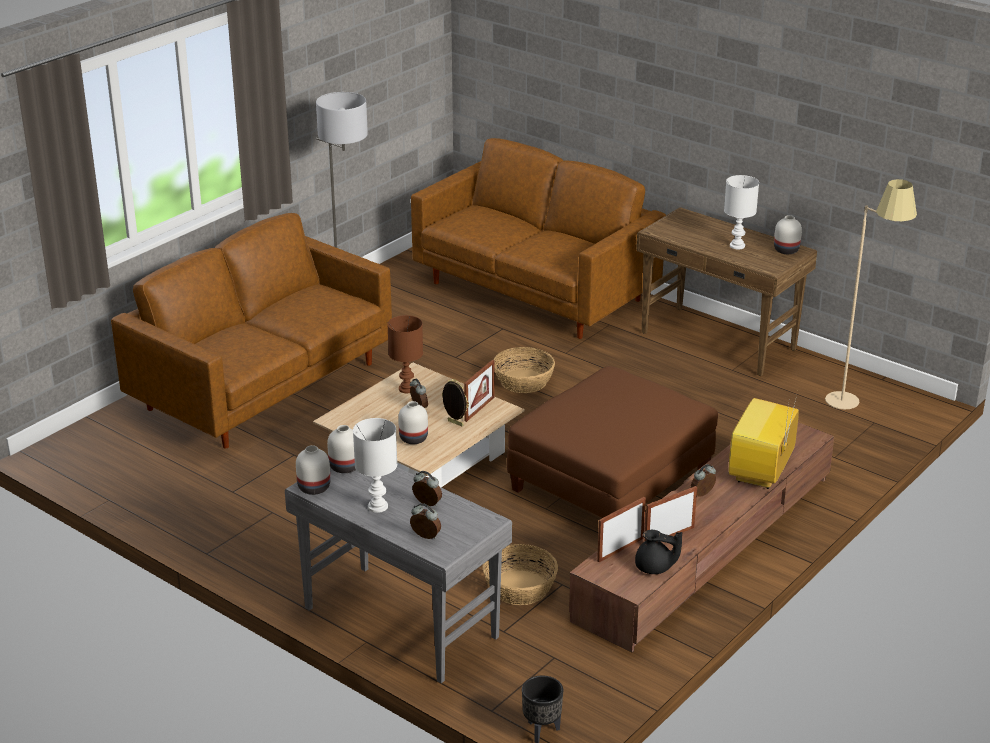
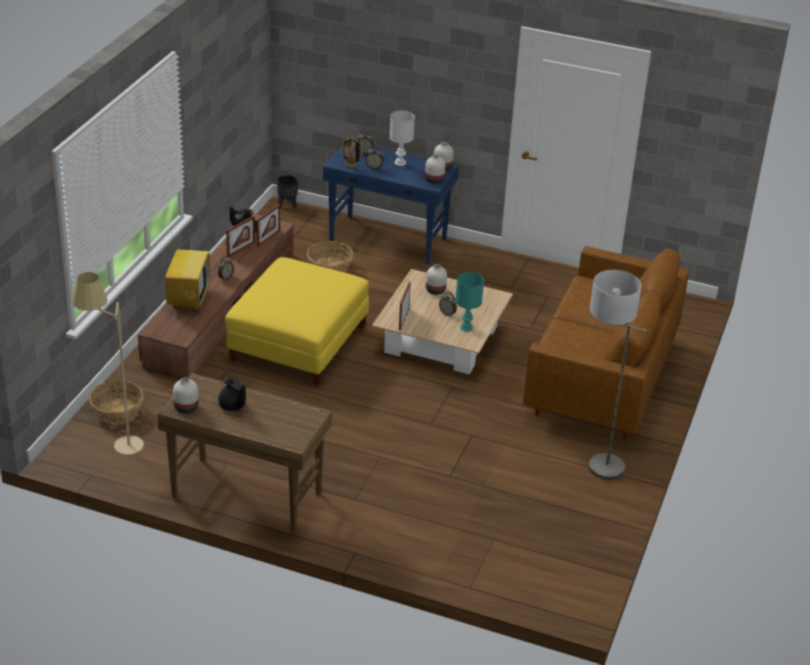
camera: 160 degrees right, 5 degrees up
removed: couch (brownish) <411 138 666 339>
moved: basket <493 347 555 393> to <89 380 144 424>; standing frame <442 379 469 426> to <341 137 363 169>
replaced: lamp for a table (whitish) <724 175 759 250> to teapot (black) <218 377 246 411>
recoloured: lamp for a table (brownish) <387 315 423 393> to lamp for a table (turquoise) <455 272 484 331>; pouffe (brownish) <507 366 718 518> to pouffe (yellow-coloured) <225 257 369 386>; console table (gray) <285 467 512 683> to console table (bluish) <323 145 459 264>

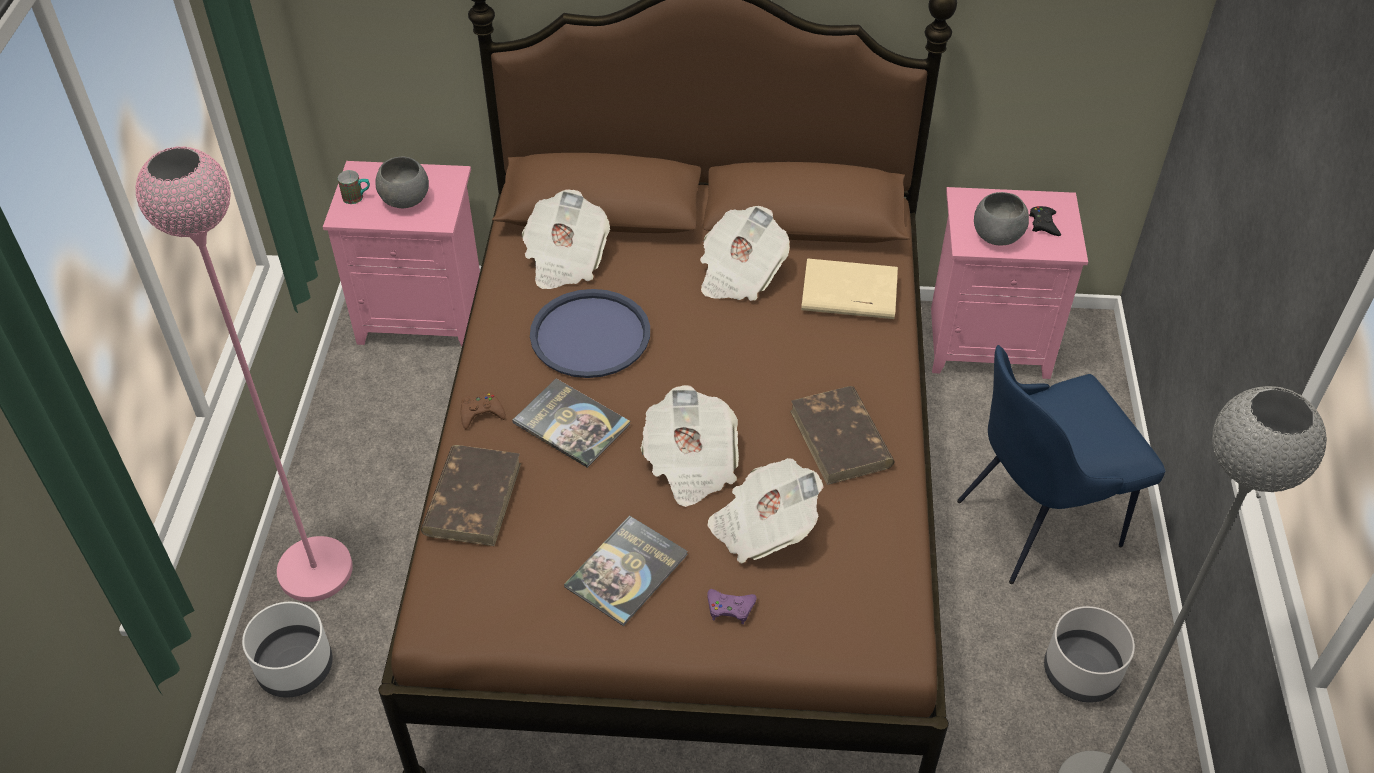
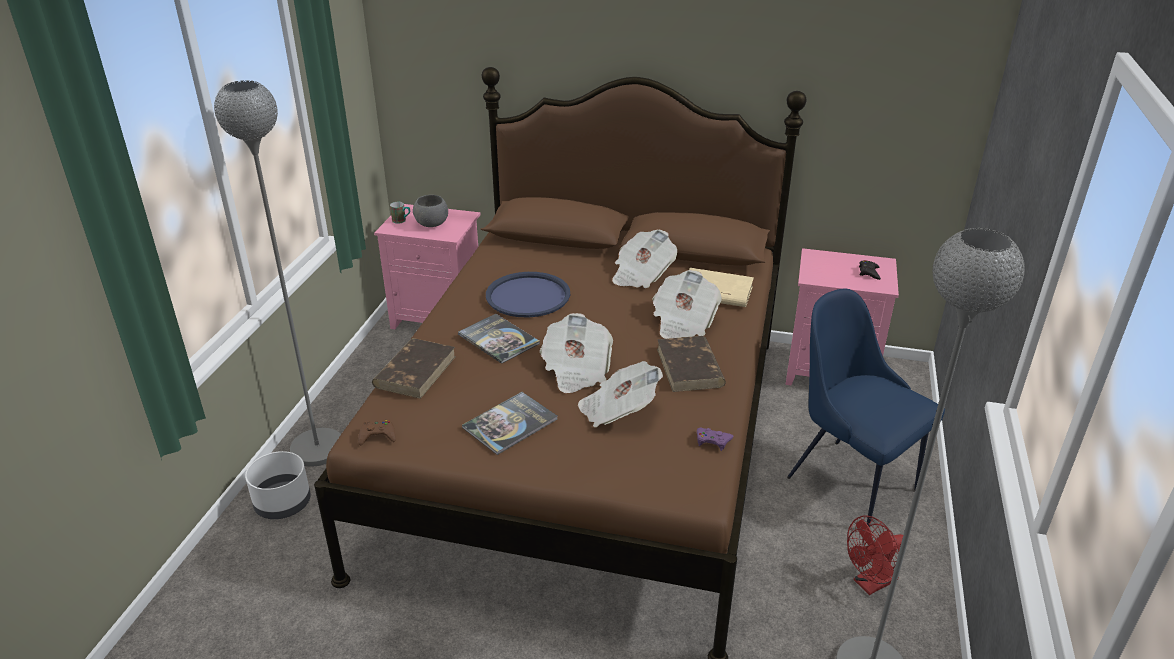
camera: 10 degrees right, 15 degrees down
removed: serving bowl (gray) <974 192 1029 245>
moved: printed paper <522 189 610 289> to <652 270 722 339>; joypad (brownish) <461 392 506 429> to <358 419 396 445>; joypad (purple-coloured) <707 589 757 624> to <697 428 733 451>
replaced: planter (gray) <1044 606 1135 703> to electric fan (red-coloured) <847 515 903 595>
recoloured: standing lamp (pinkish) <135 146 353 602> to standing lamp (gray) <214 80 341 467>
turned: upright chair (bluish) <957 345 1165 584> = <787 289 945 528> 60 degrees clockwise

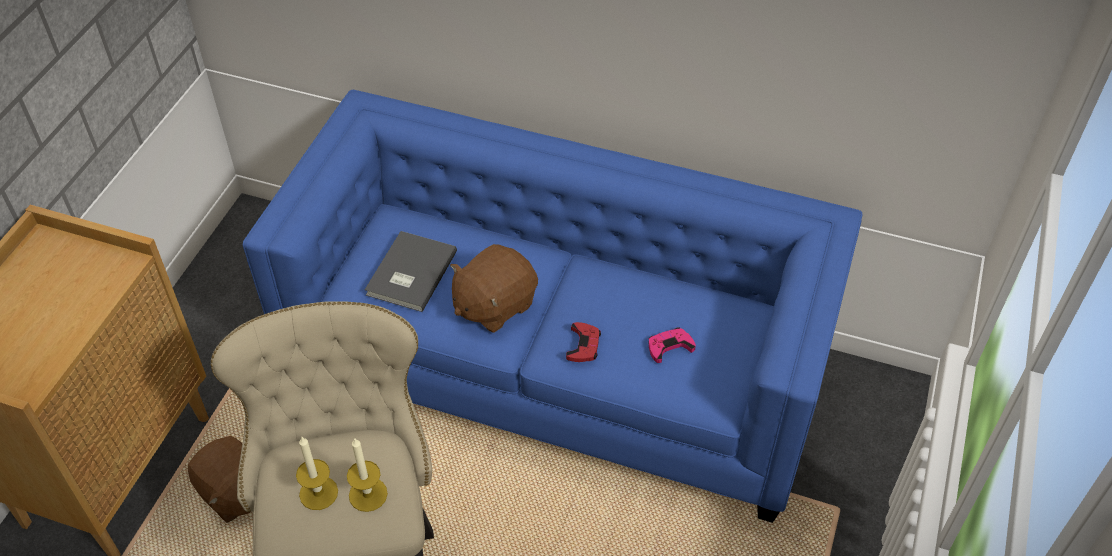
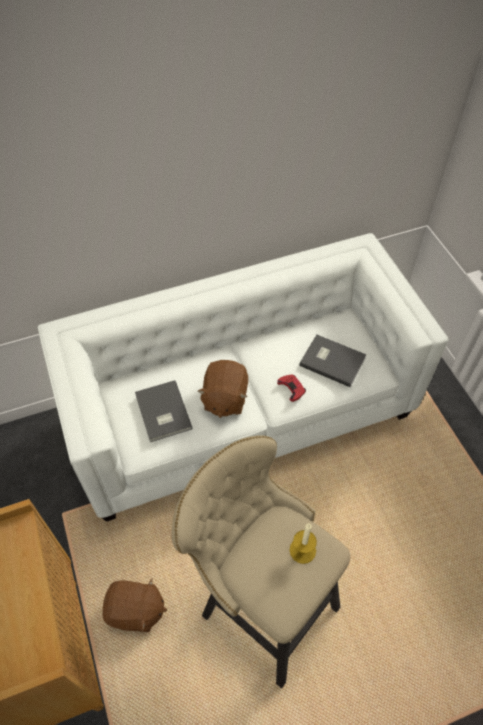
camera: 40 degrees left, 5 degrees up
removed: wax light <296 437 338 510>
replaced: joypad (pinkish) <648 328 696 363> to book (gray) <299 334 366 387>
recoloured: couch (bluish) <243 90 863 523> to couch (whitish) <38 233 449 522>

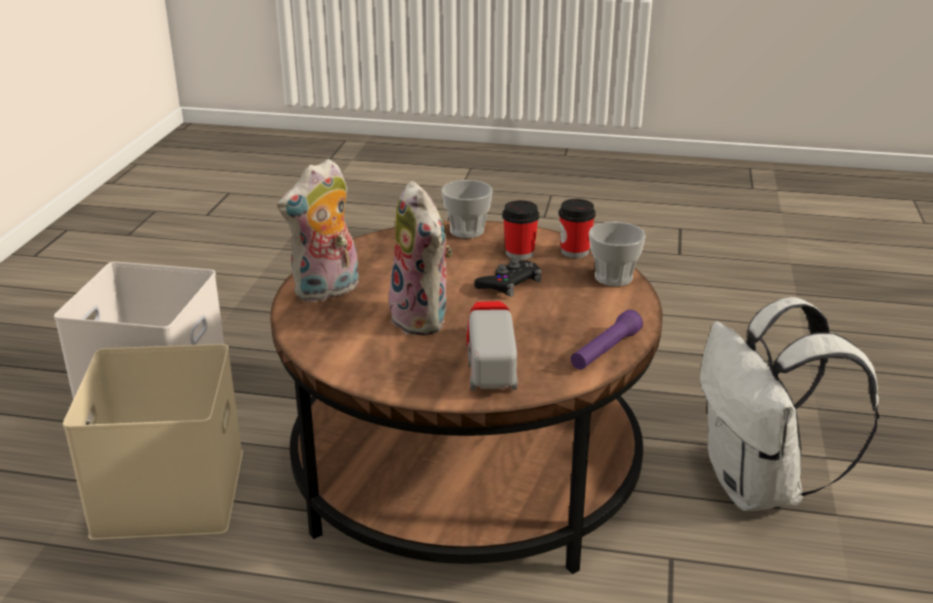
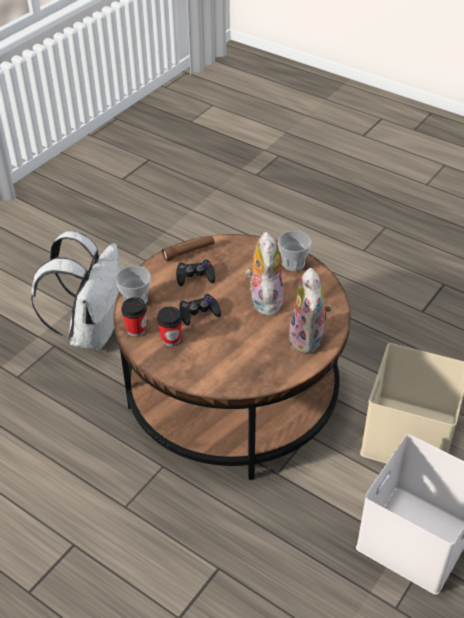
camera: 155 degrees left, 15 degrees up
removed: model truck <466 301 517 391>
added: joypad (black) <176 259 215 286>
moved: small cup <441 180 493 238> to <278 231 312 271>
recoloured: torch (purple-coloured) <571 310 643 370> to torch (brownish) <162 236 215 262>
turned: cuddly toy <277 159 359 302> = <289 268 332 354> 105 degrees clockwise

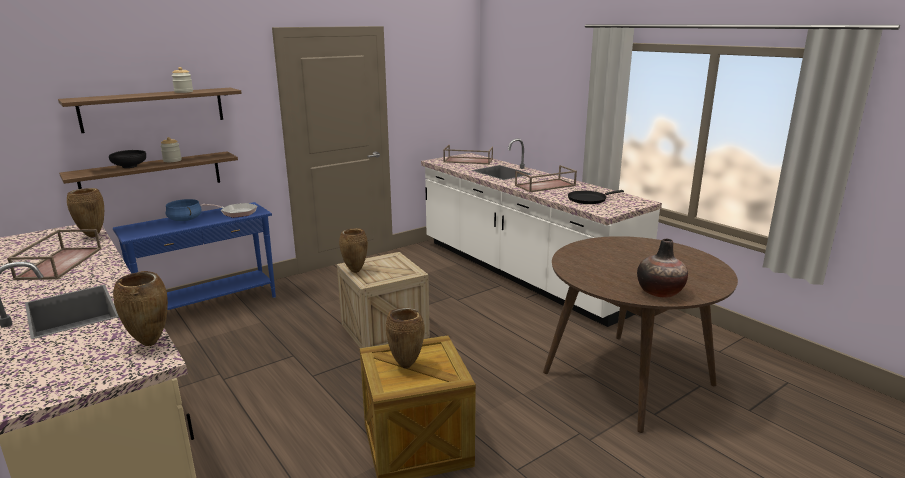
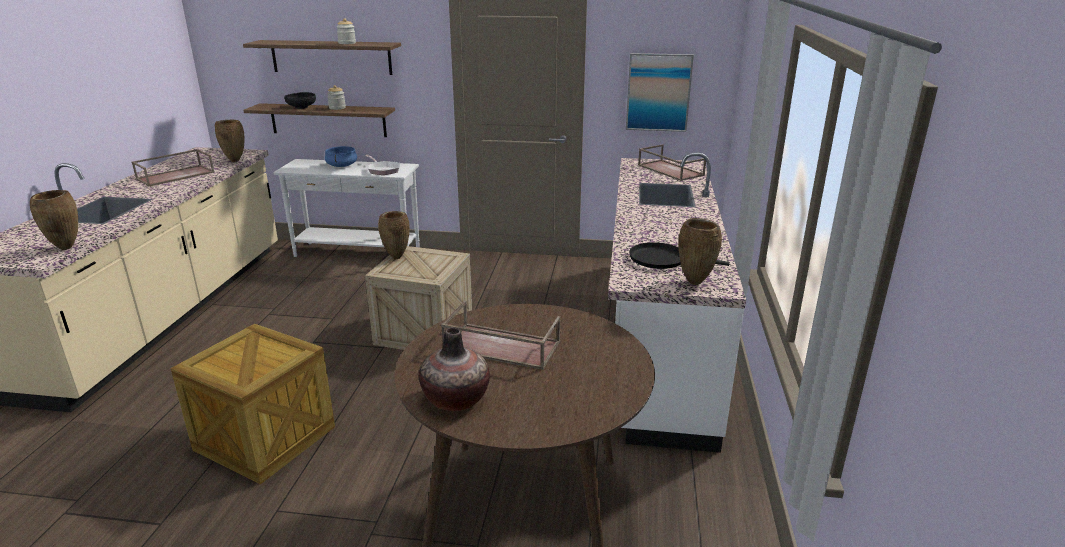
camera: 45 degrees right, 5 degrees up
added: wall art <626 53 694 132>
moved: serving tray (brownish) <515 165 577 192> to <441 301 560 370>; flower vase (brownish) <386 308 424 368> to <678 218 722 285>
recoloured: console table (bluish) <113 202 276 310> to console table (whitish) <273 159 420 257>

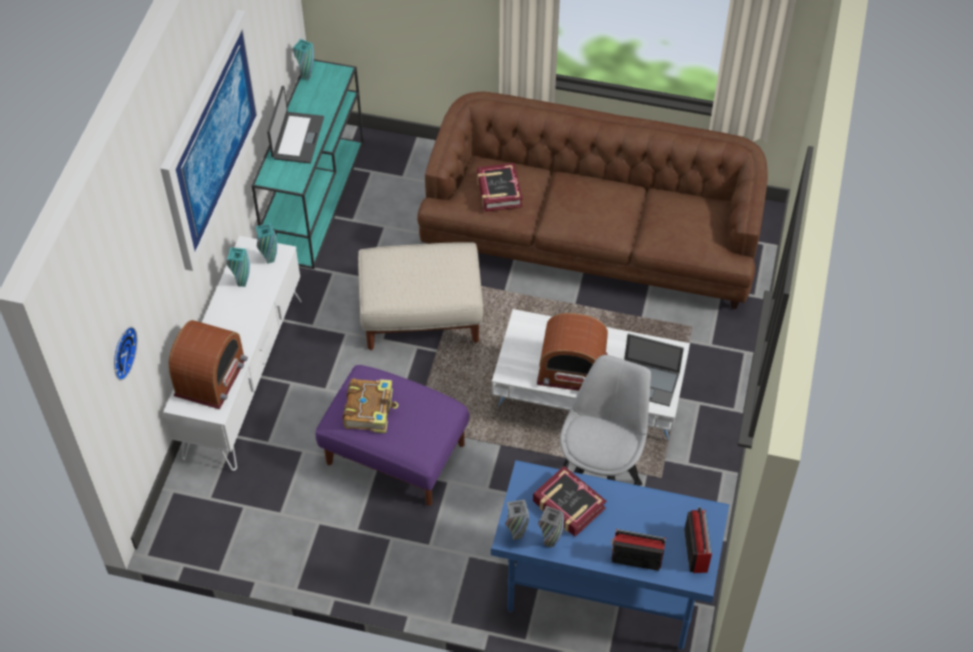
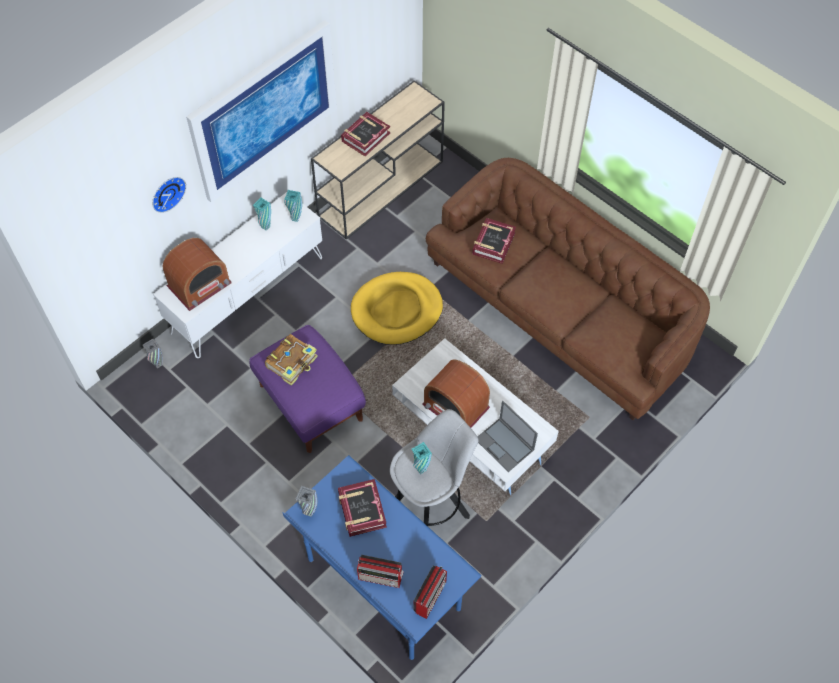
camera: 30 degrees right, 5 degrees up
moved: flower vase (turquoise) <293 39 314 81> to <411 442 432 474>; hanging clock <114 327 138 380> to <152 177 186 213>; flower vase (gray) <538 506 564 548> to <142 339 163 369>
replaced: portable computer <267 86 324 163> to book <341 112 390 156>; pouffe (sand-coloured) <358 242 483 350> to pet bed (yellow-coloured) <351 272 443 345>
recoloured: console table (turquoise) <252 59 364 269> to console table (sand-coloured) <311 80 445 240>
turned: radio <611 529 666 571> = <357 555 404 588> 150 degrees clockwise

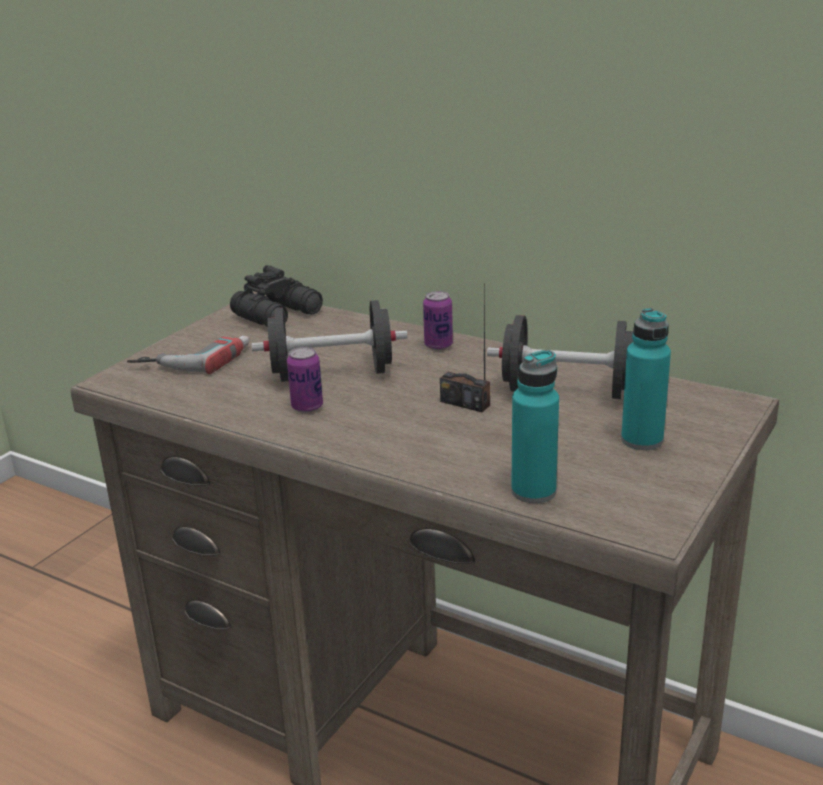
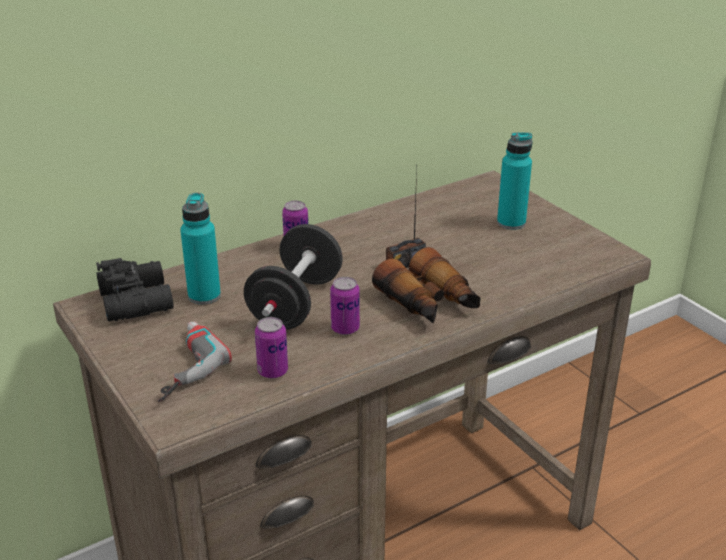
camera: 65 degrees left, 5 degrees up
removed: hand weight (black) <487 315 633 399>
added: pair of binoculars <372 247 480 324>; can <255 317 288 379>
moved: beverage bottle (turquoise) <511 350 559 503> to <180 193 221 305>

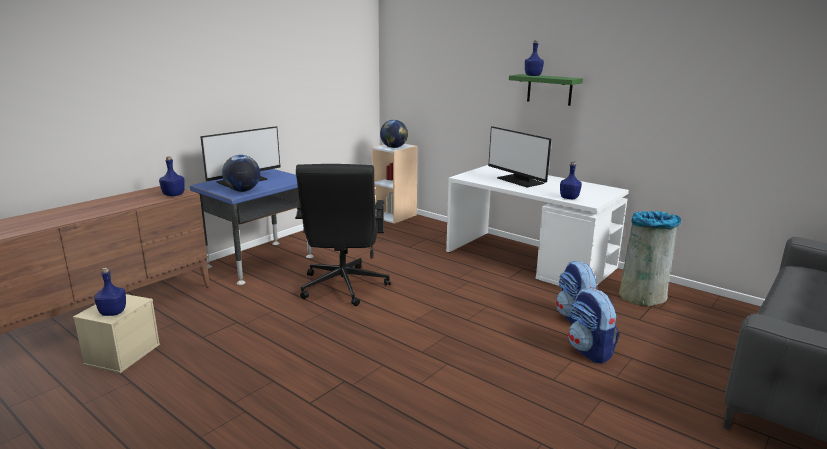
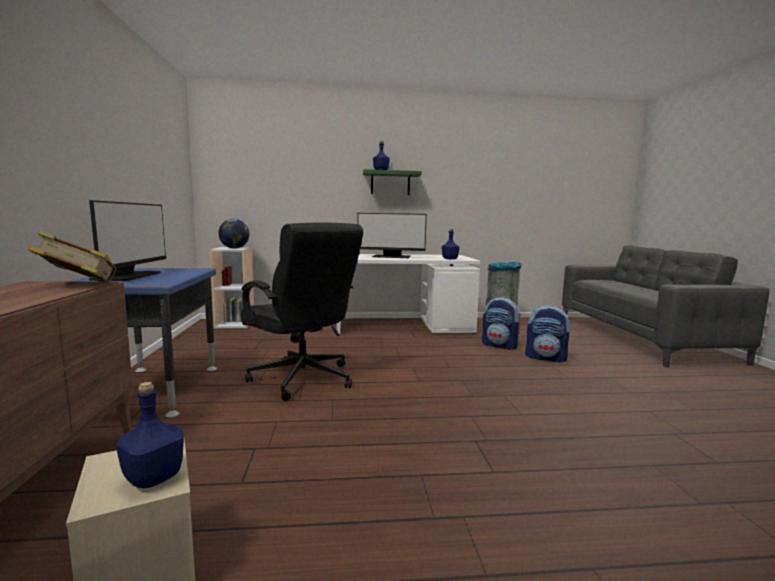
camera: 45 degrees left, 10 degrees down
removed: globe <222 155 260 192>
replaced: beverage bottle (bluish) <159 156 185 196> to book <28 230 116 283>

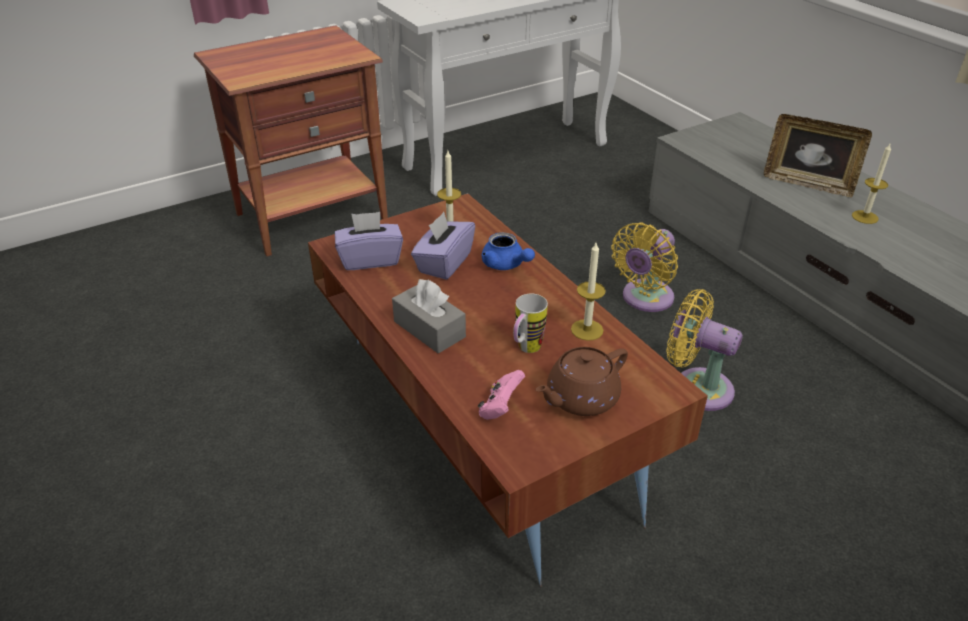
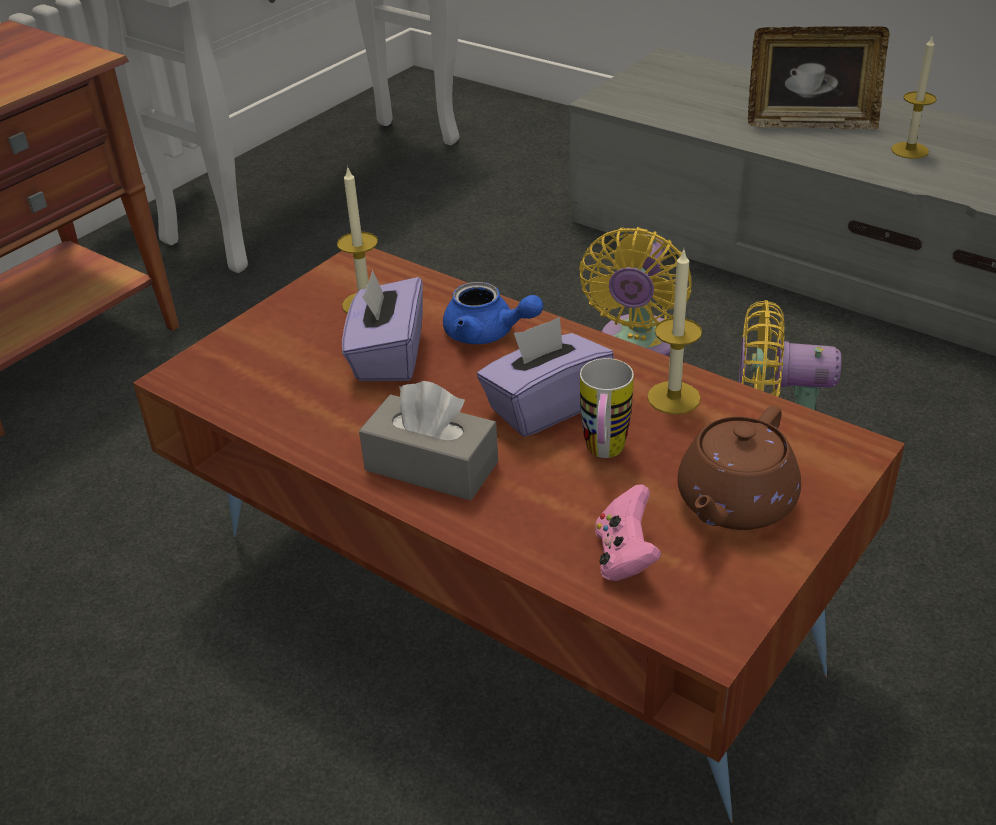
camera: 20 degrees left, 0 degrees up
moved: tissue box (purple-coloured) <335 212 403 270> to <477 317 614 437>

